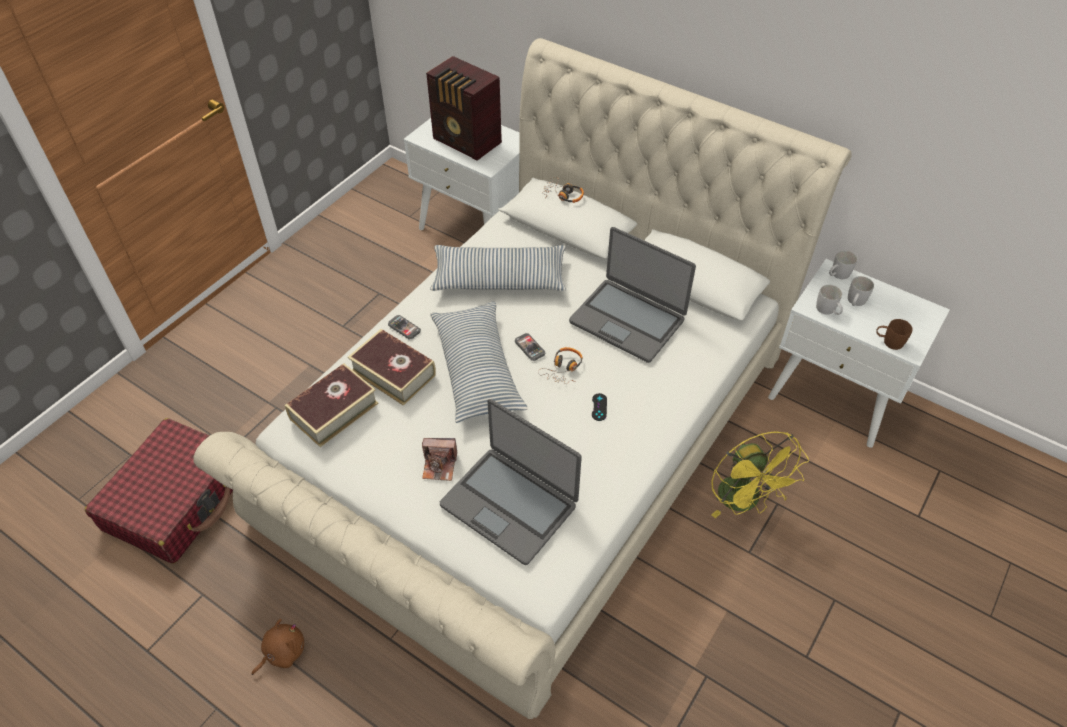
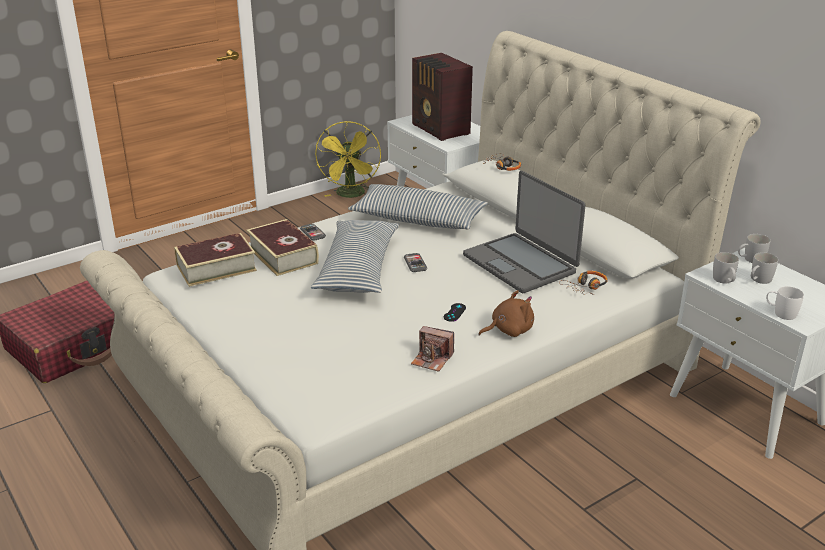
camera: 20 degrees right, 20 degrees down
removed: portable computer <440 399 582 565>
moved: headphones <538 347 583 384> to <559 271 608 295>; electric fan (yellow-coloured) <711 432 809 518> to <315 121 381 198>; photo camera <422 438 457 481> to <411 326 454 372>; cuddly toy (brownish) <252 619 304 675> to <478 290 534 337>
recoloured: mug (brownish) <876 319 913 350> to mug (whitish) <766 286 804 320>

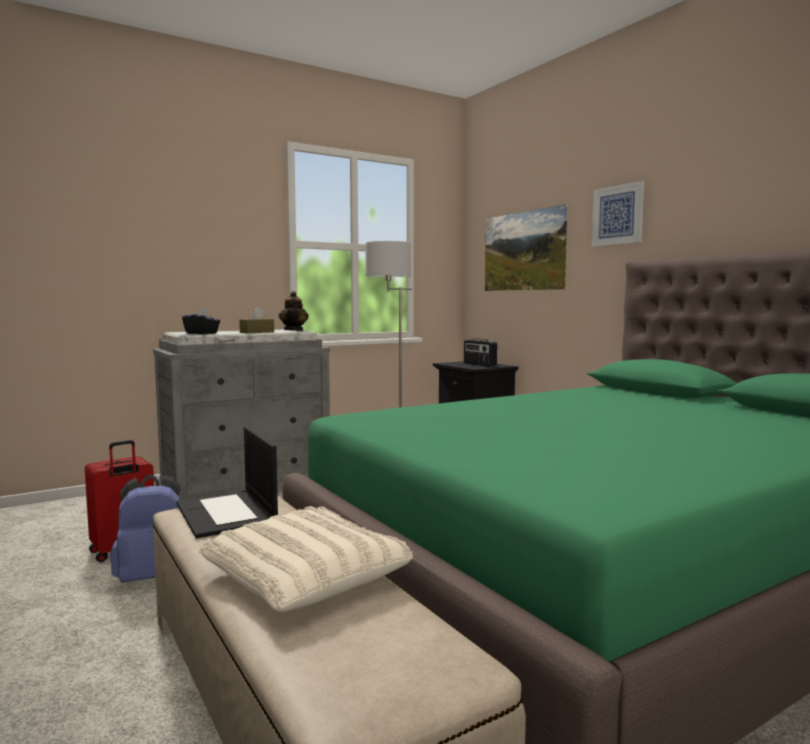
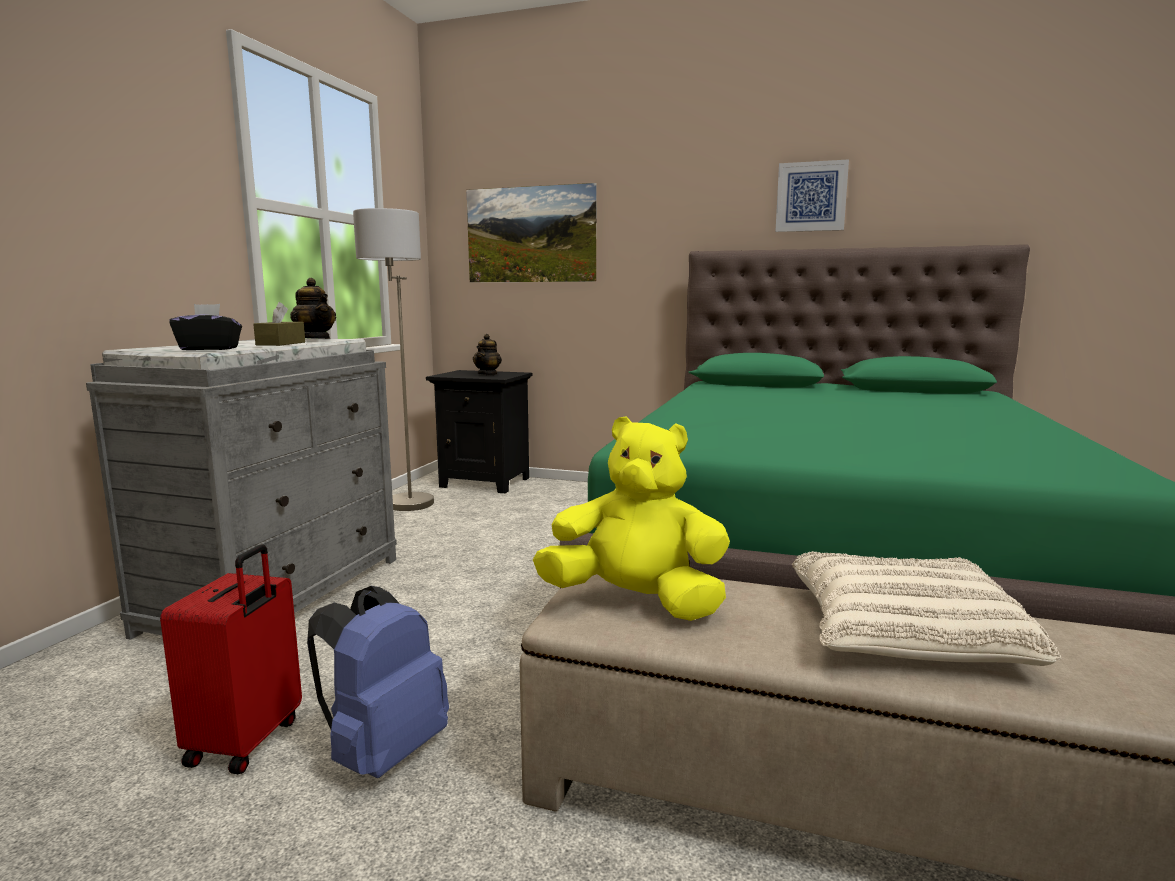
camera: 40 degrees left, 5 degrees up
moved: wall art <592 181 644 247> to <775 159 849 232>
replaced: radio <464 338 497 367> to teapot <473 334 502 375>; portable computer <176 426 278 539> to cuddly toy (yellow-coloured) <533 416 730 621>

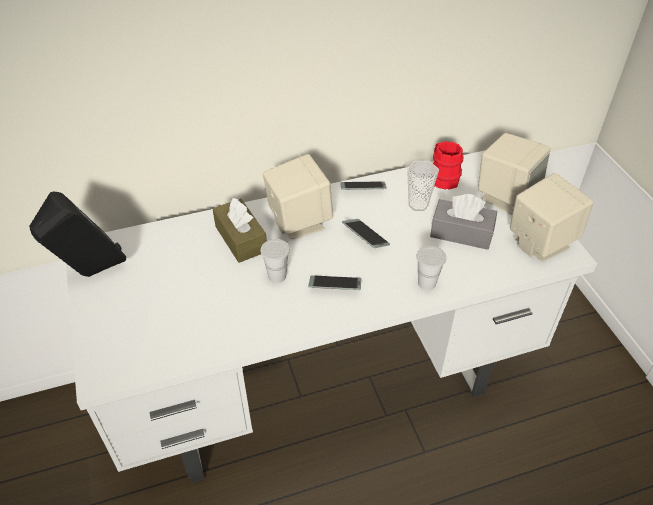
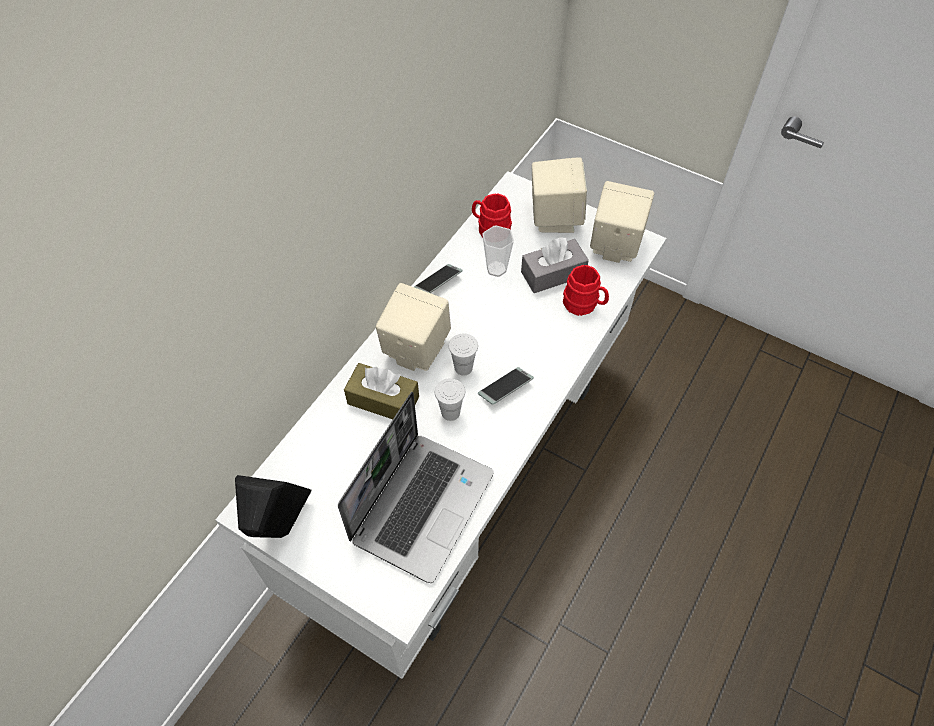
camera: 40 degrees left, 10 degrees up
removed: handset <342 219 390 248>
added: mug (red-coloured) <563 265 609 316>; portable computer <338 392 494 583>
moved: small cup (whitish) <416 246 446 290> to <449 334 478 376>

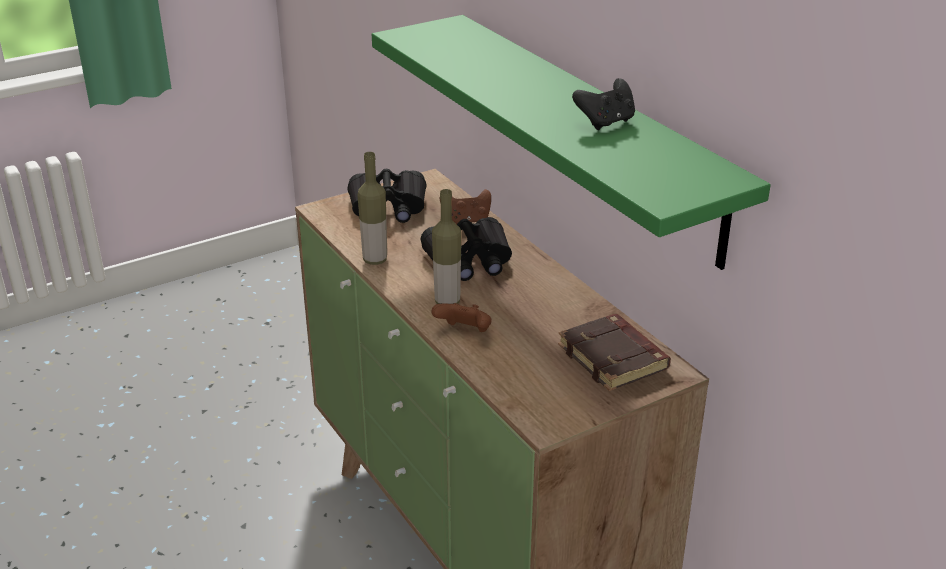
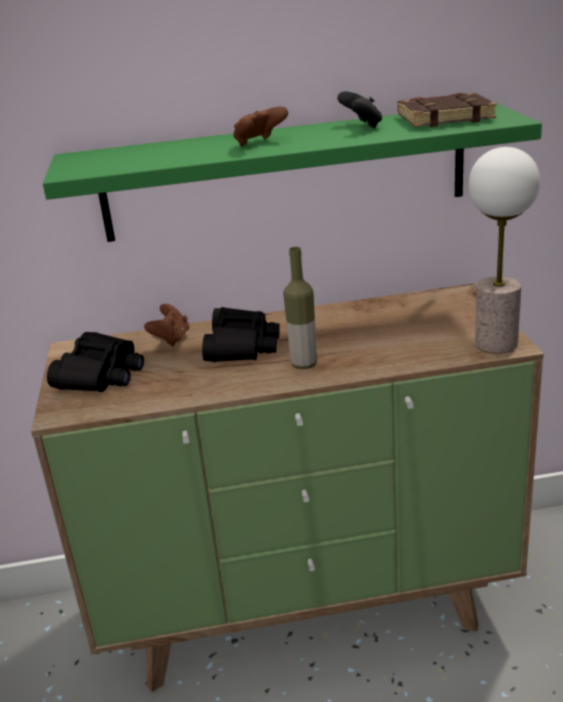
camera: 65 degrees left, 5 degrees down
removed: beverage bottle <357 152 387 265>
added: lamp for a table <468 147 540 353>
moved: joypad (brownish) <431 303 492 332> to <233 106 288 146>; book (brownish) <558 314 671 391> to <398 93 497 127>

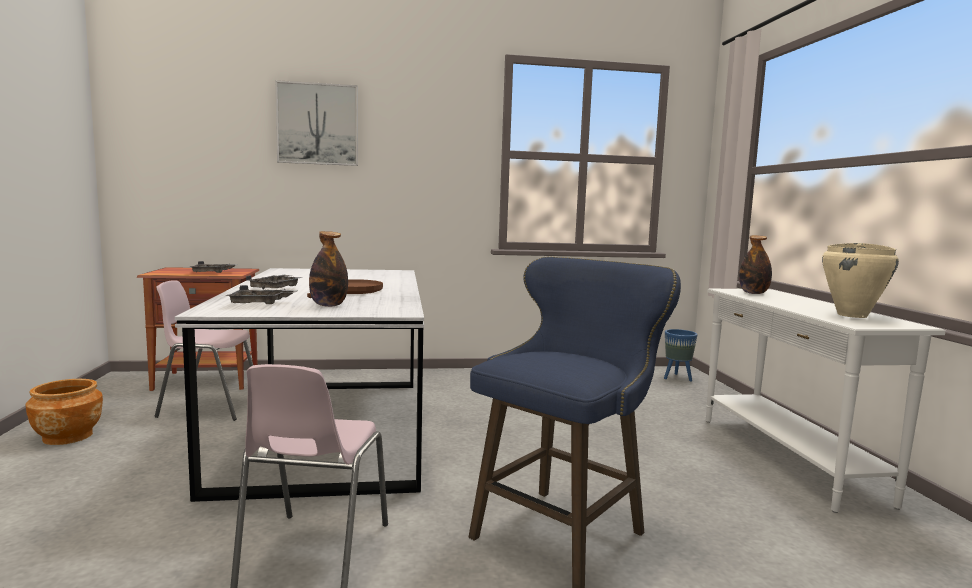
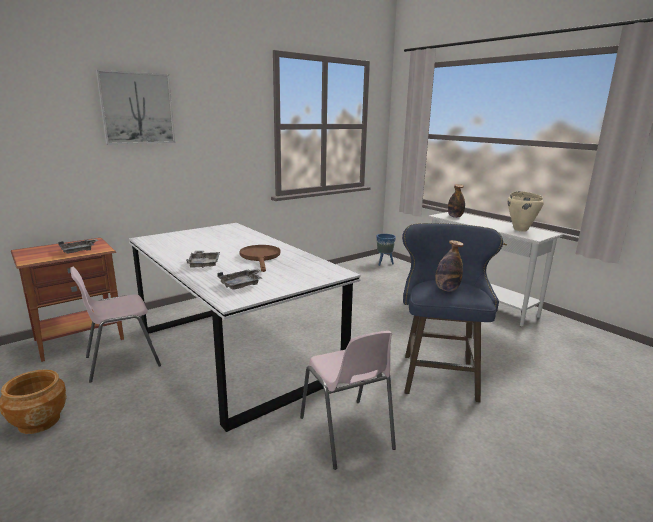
camera: 30 degrees left, 10 degrees up
moved: beverage bottle <309 231 348 307> to <435 240 464 291>

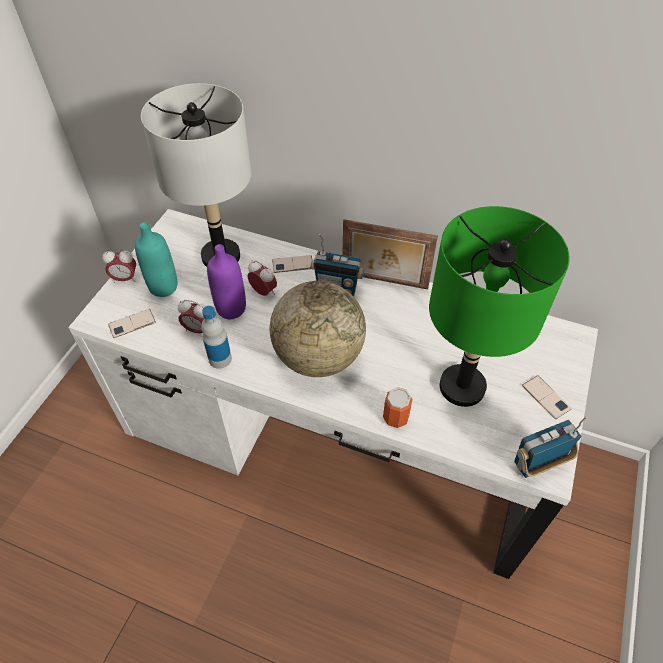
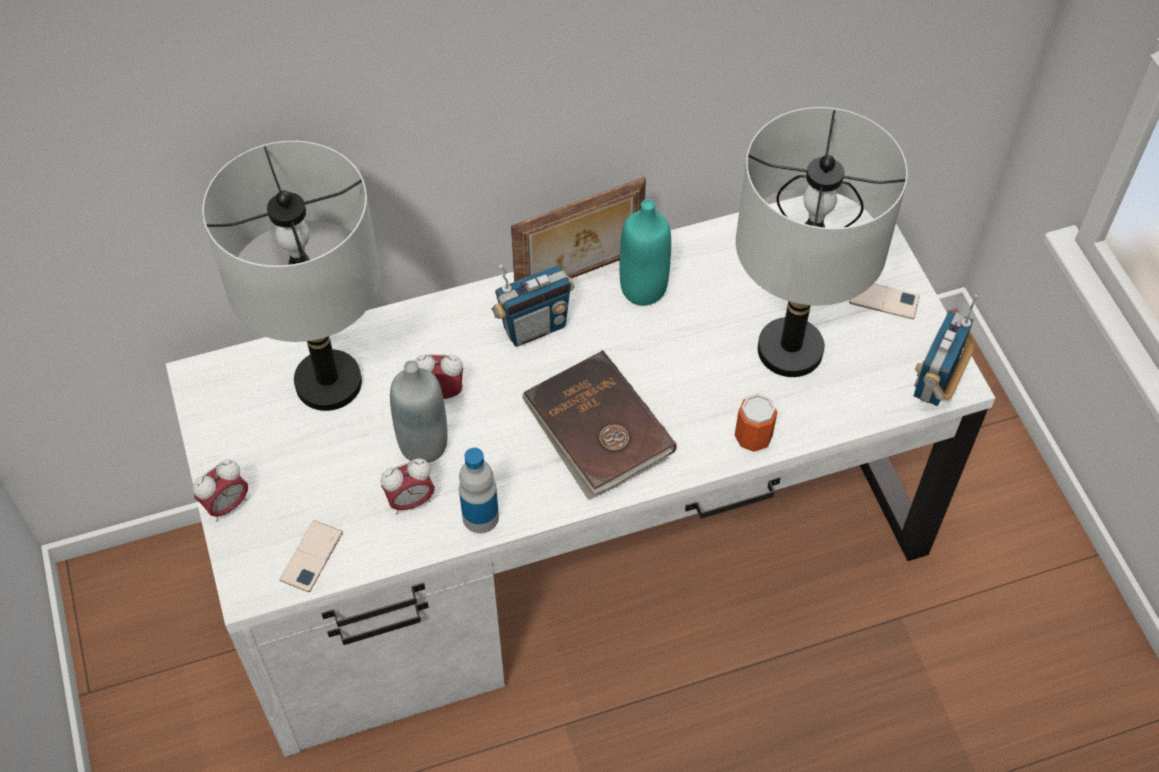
camera: 40 degrees left, 5 degrees up
removed: handset <272 255 313 273>
moved: beverage bottle (turquoise) <135 222 177 297> to <619 199 671 306>
replaced: globe <270 281 366 377> to book (brownish) <522 350 676 500>
recoloured: lamp for a table (green-coloured) <429 206 570 407> to lamp for a table (gray) <736 107 908 377>; beverage bottle (purple-coloured) <207 244 246 319> to beverage bottle (gray) <390 360 448 463>

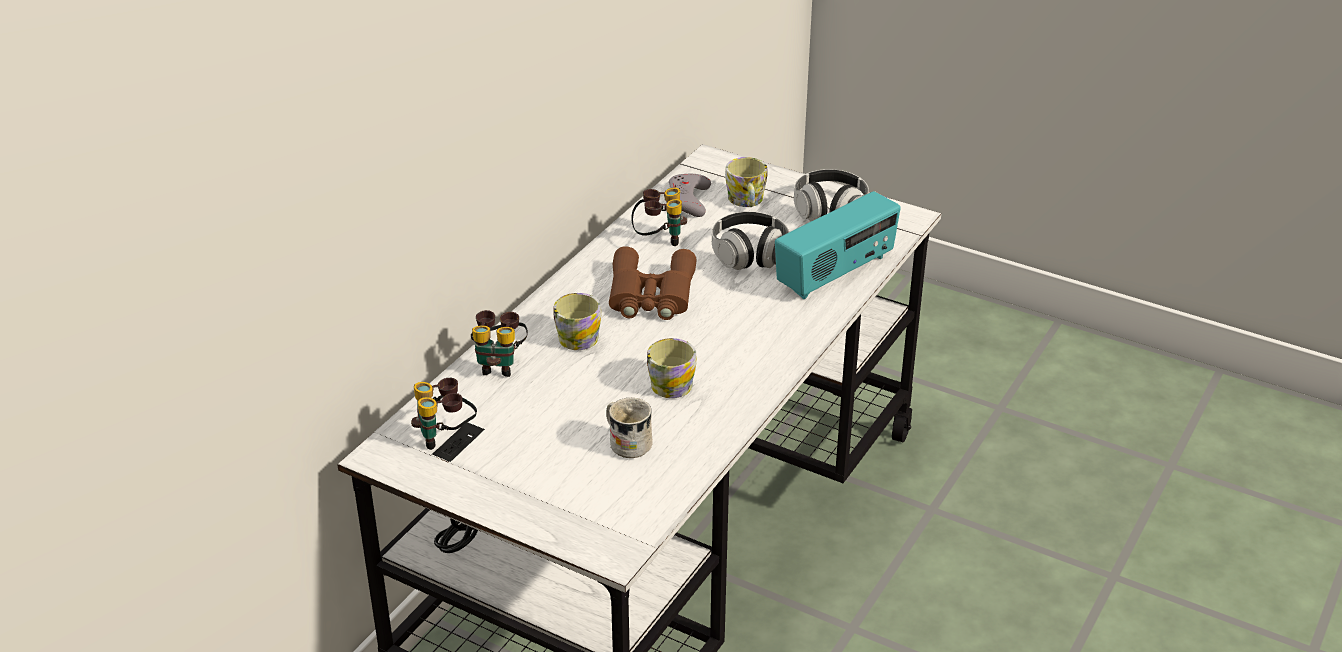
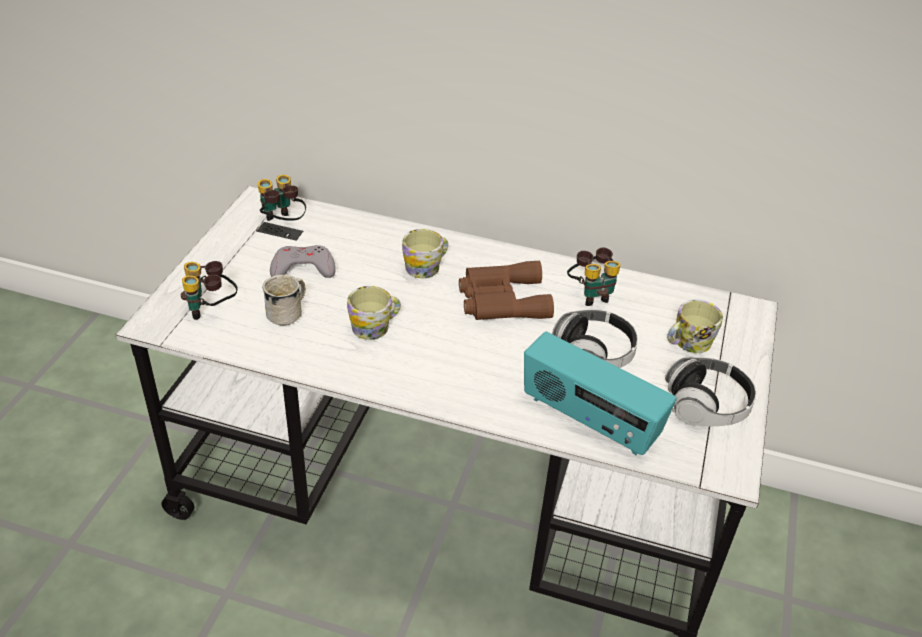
camera: 75 degrees right, 5 degrees up
moved: joypad (gray) <669 174 711 217> to <270 245 336 278>; pair of binoculars <471 310 528 377> to <181 261 238 320>

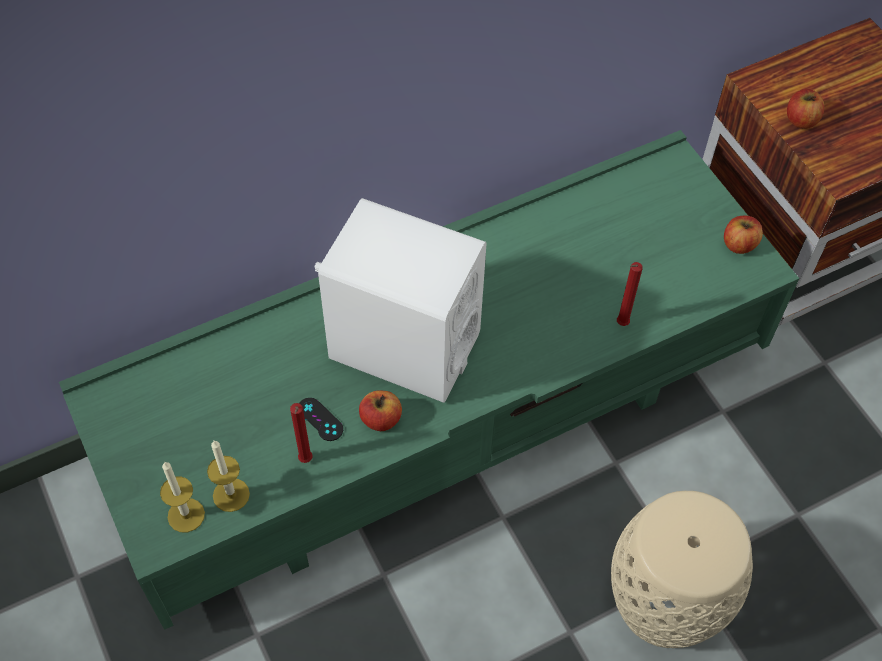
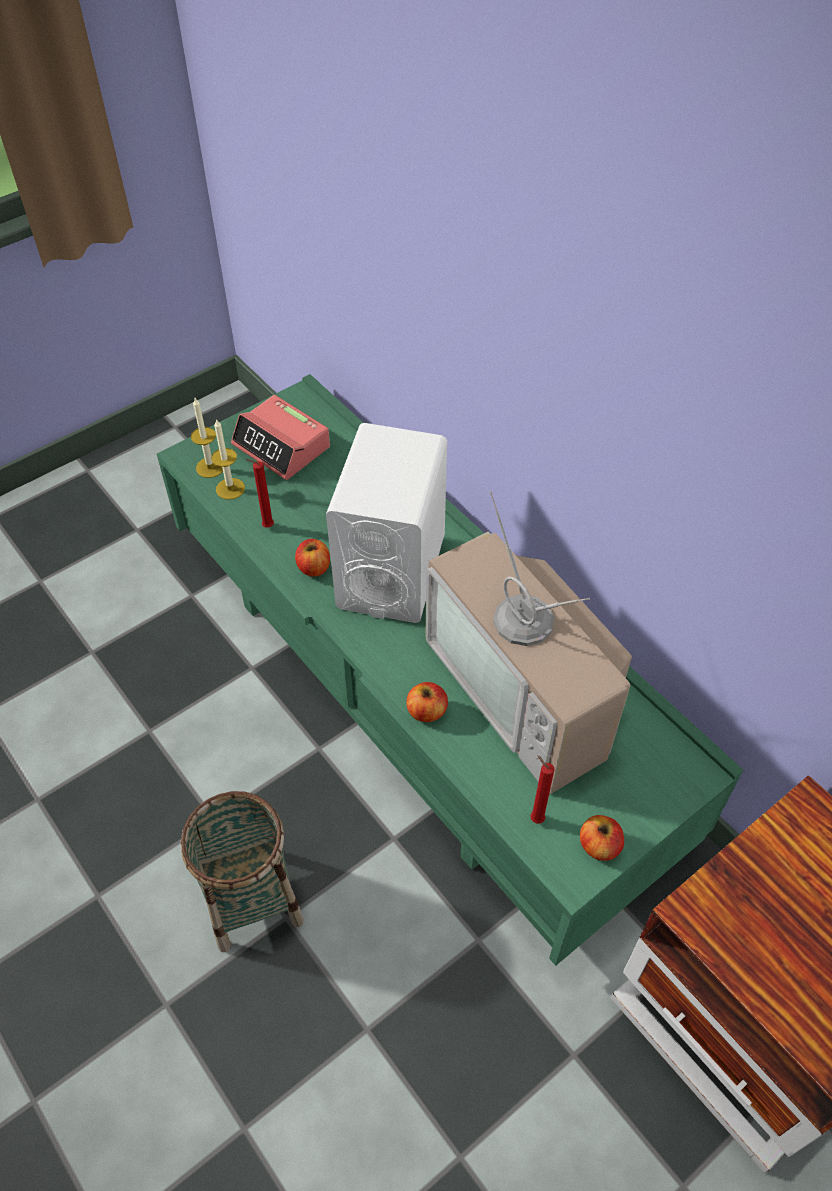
camera: 80 degrees right, 5 degrees down
removed: joypad (black) <299 398 343 441>
added: alarm clock <231 395 330 480>; TV <426 491 632 794>
moved: whole apple <787 89 824 129> to <406 682 448 722>; wax light (red-coloured) <617 262 643 326> to <530 755 554 824>
replaced: stool seat (sand-coloured) <611 491 753 648> to basket <180 791 304 952>

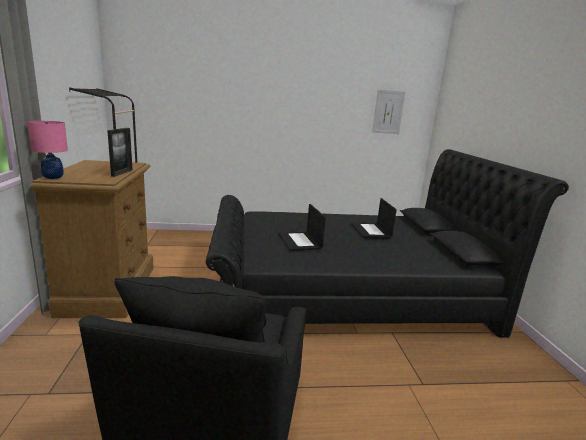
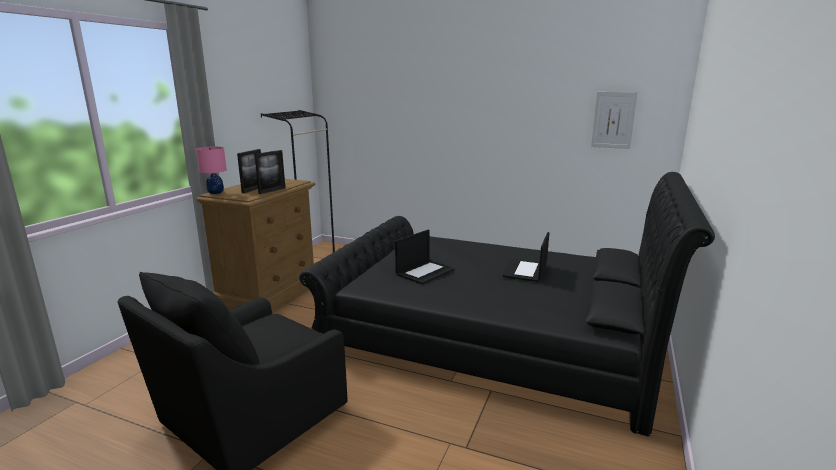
camera: 30 degrees right, 0 degrees up
added: standing frame <237 149 261 193>
turned: portable computer <278 204 326 251> = <395 230 455 284> 150 degrees counterclockwise

